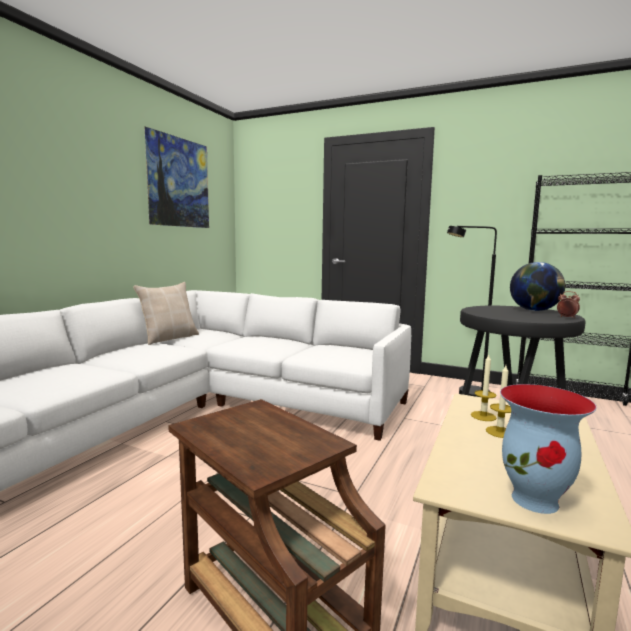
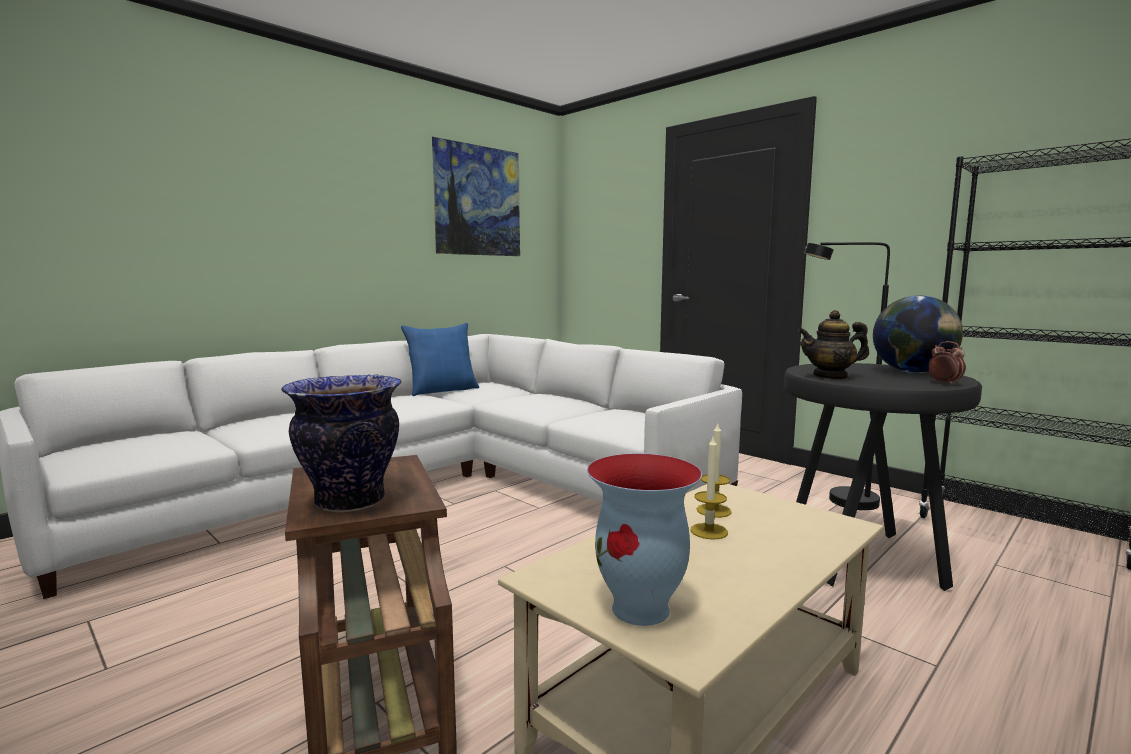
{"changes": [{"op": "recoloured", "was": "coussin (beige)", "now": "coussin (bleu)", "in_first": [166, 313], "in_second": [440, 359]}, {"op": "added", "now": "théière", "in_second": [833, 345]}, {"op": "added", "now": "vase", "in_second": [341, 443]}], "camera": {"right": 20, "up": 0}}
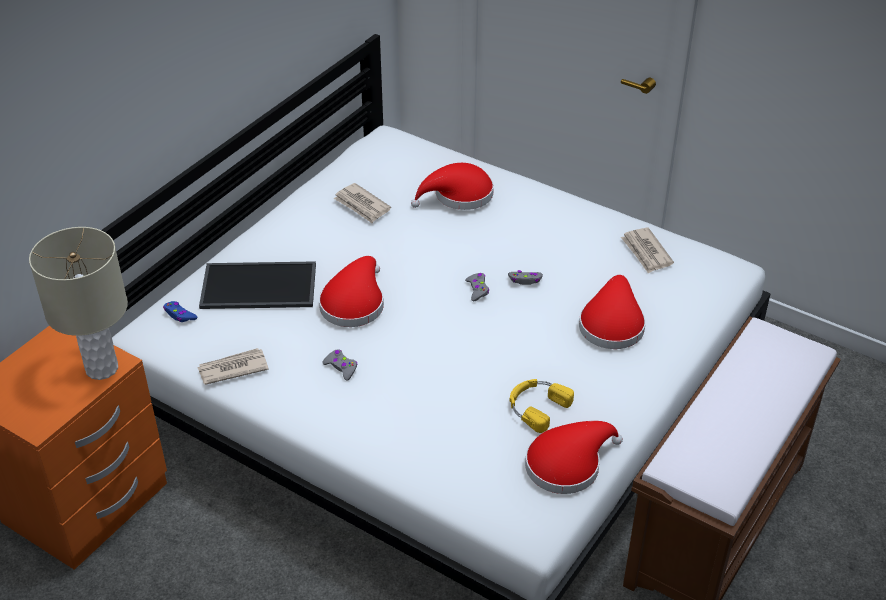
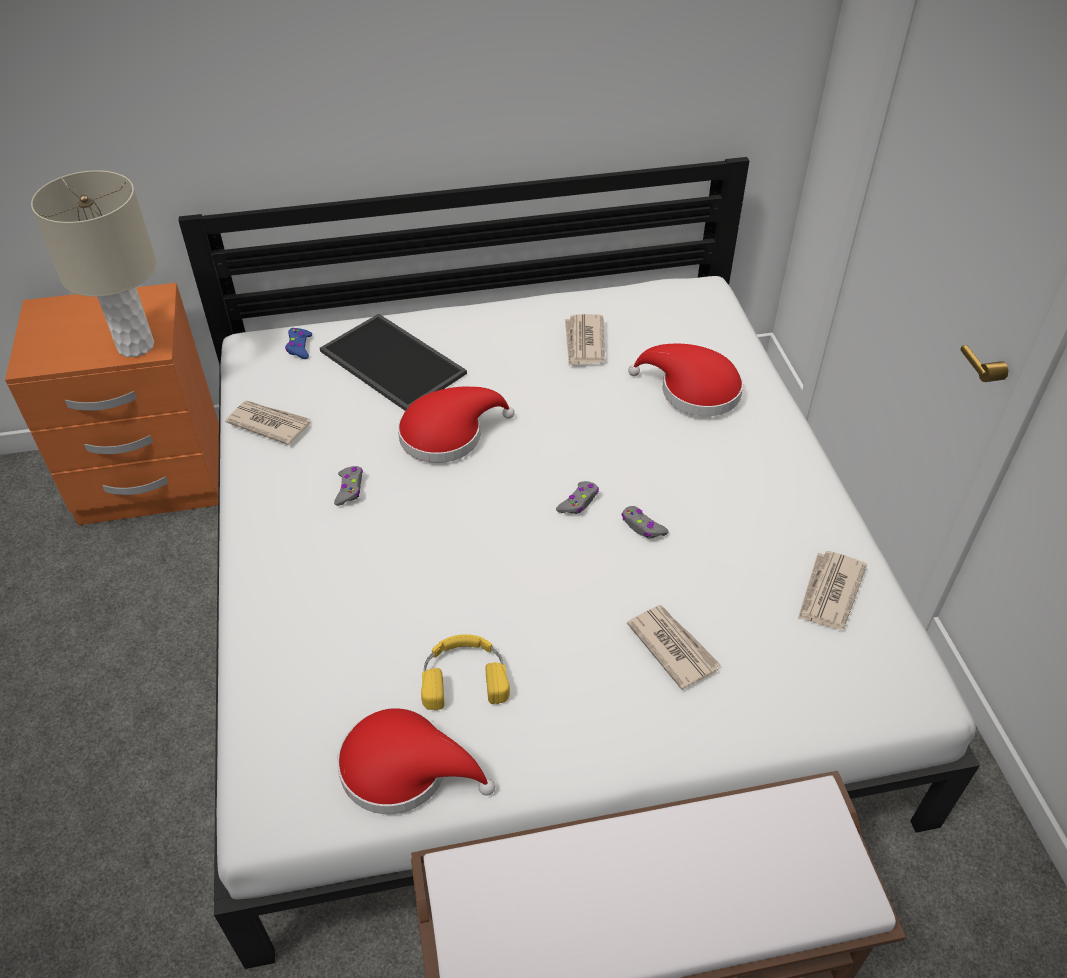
{"changes": [{"op": "replaced", "was": "chapeau (rouge)", "now": "journal", "in_first": [612, 312], "in_second": [674, 647]}], "camera": {"right": 45, "up": 5}}
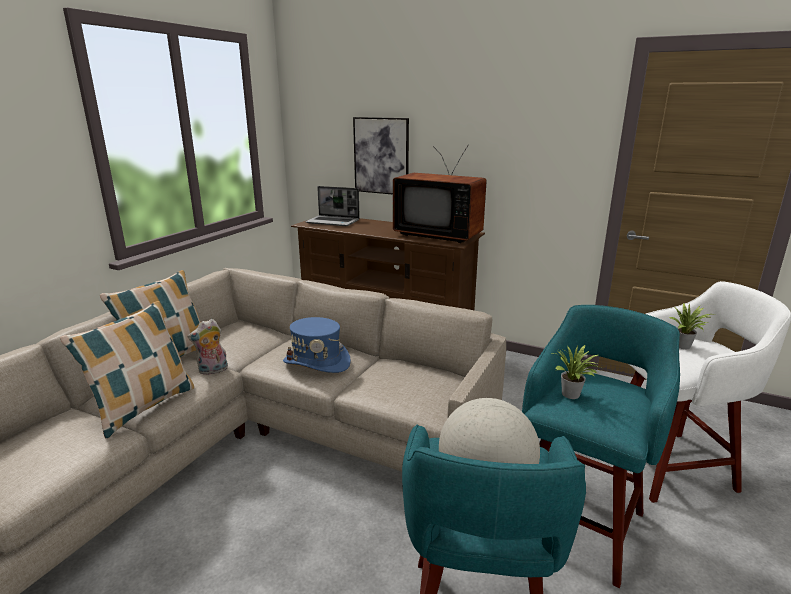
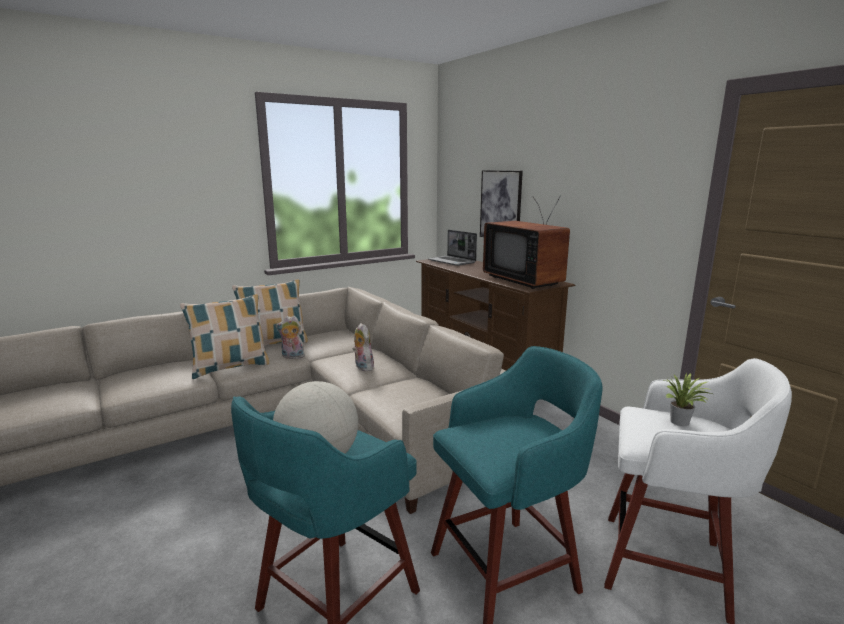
{"changes": [{"op": "replaced", "was": "chapeau (bleu)", "now": "peluche", "in_first": [317, 345], "in_second": [363, 347]}, {"op": "removed", "was": "plante en pot", "in_first": [577, 372]}], "camera": {"right": 30, "up": -5}}
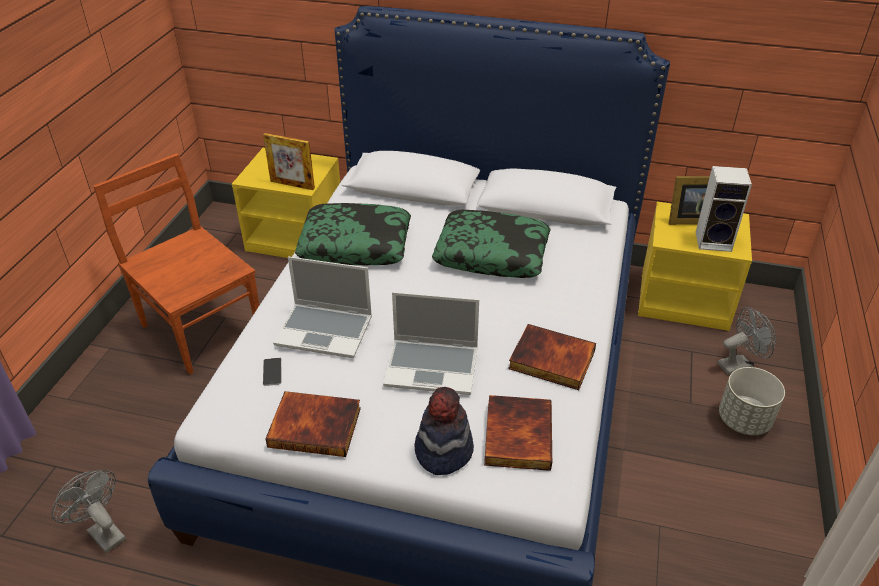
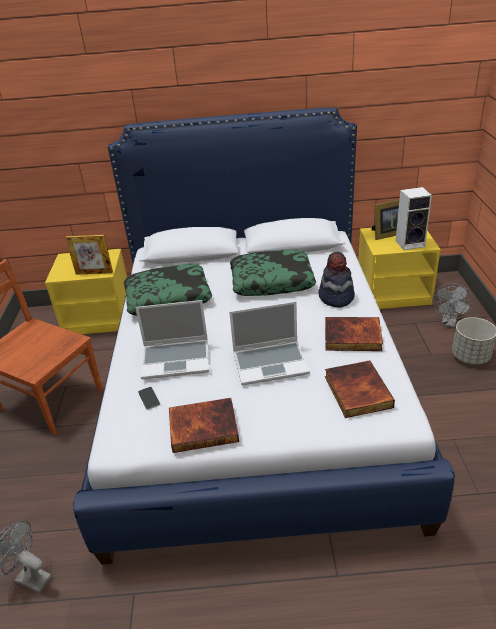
{"changes": [{"op": "turned", "was": "ventilateur (gris)", "in_first": [746, 341], "in_second": [452, 305], "clockwise": 150}, {"op": "moved", "was": "chapeau", "in_first": [444, 431], "in_second": [337, 280]}], "camera": {"right": -15, "up": -5}}
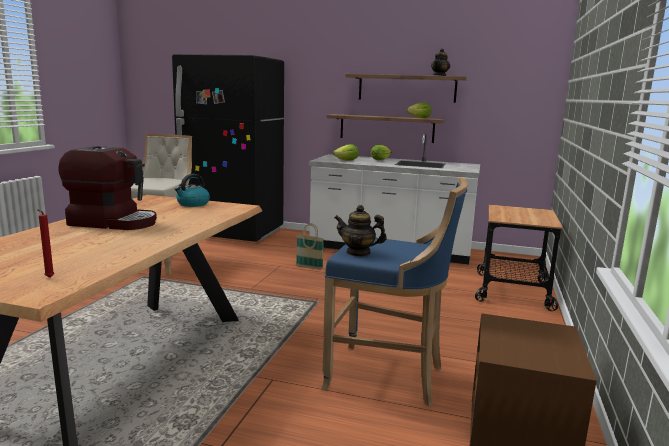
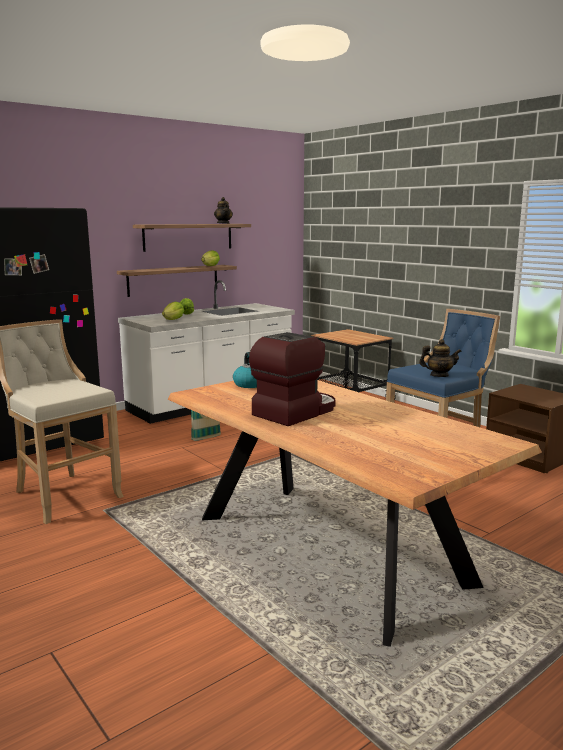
{"changes": [{"op": "turned", "was": "théière", "in_first": [360, 231], "in_second": [440, 358], "clockwise": -135}, {"op": "removed", "was": "bougie (rouge)", "in_first": [46, 244]}], "camera": {"right": -55, "up": 0}}
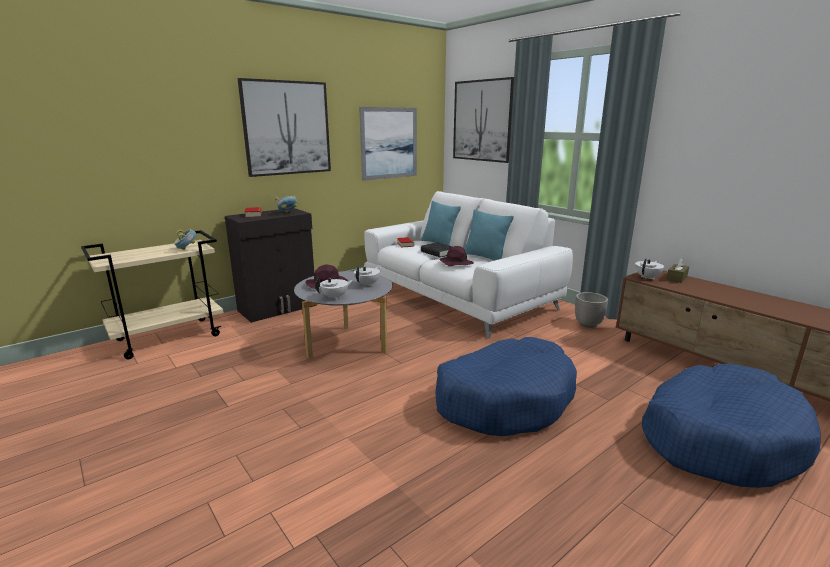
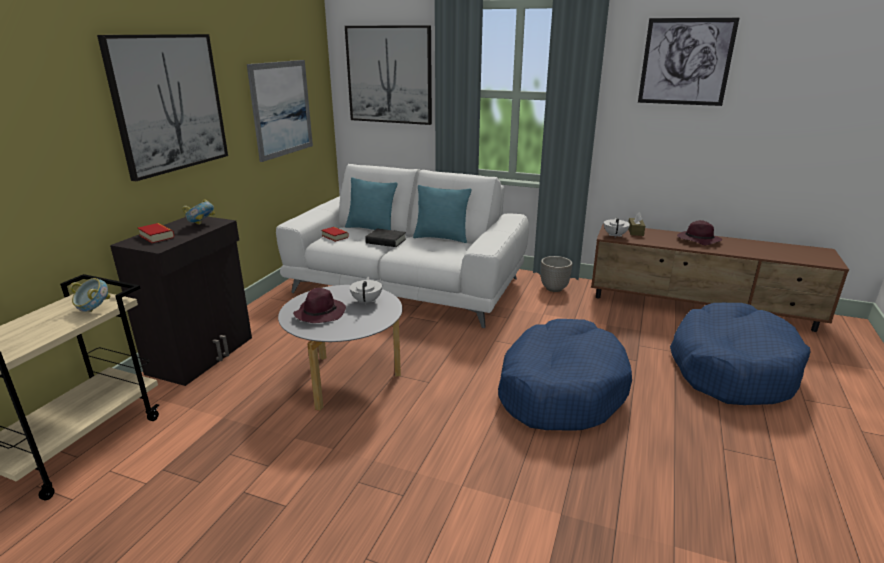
{"changes": [{"op": "moved", "was": "chapeau (violet)", "in_first": [456, 256], "in_second": [699, 232]}, {"op": "removed", "was": "théière (blanc)", "in_first": [334, 288]}, {"op": "added", "now": "tableau", "in_second": [688, 62]}], "camera": {"right": -30, "up": 5}}
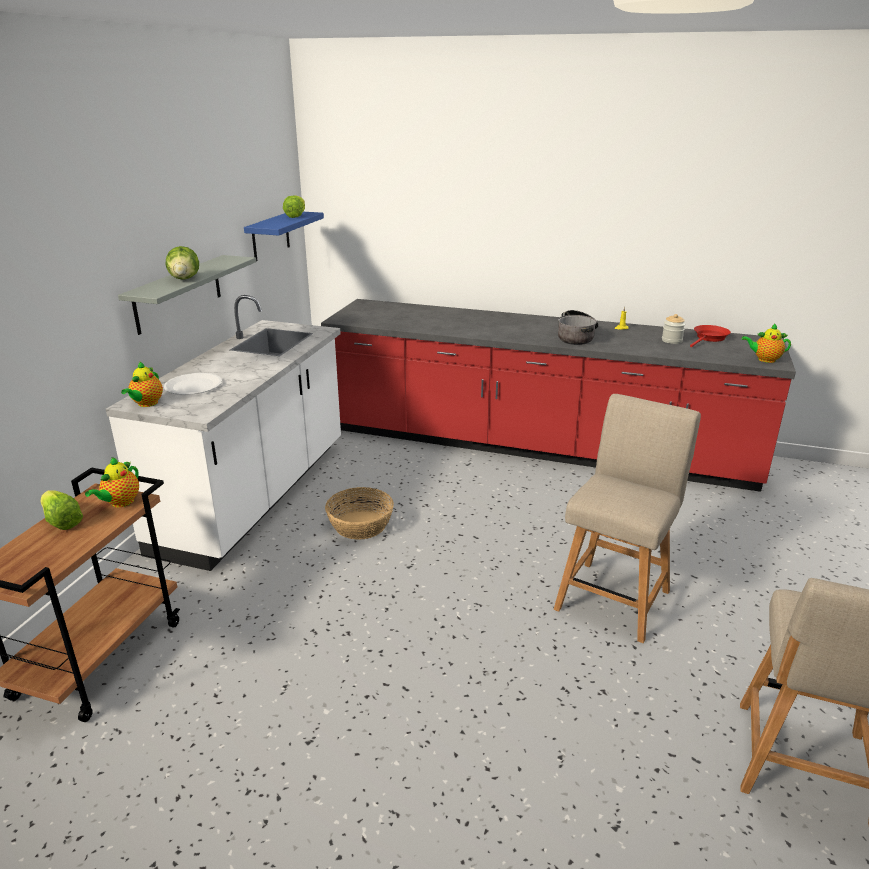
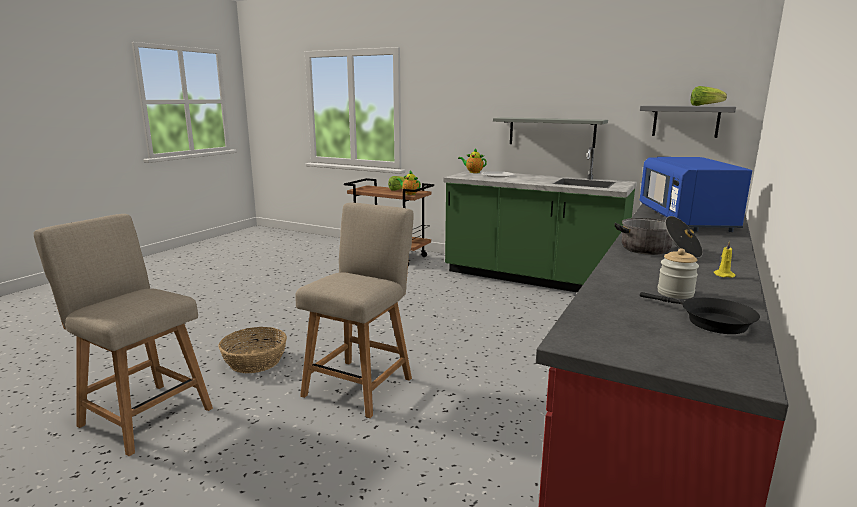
{"changes": [{"op": "recoloured", "was": "étagère (bleu)", "now": "étagère (gris)", "in_first": [284, 236], "in_second": [688, 121]}, {"op": "removed", "was": "laitue", "in_first": [182, 263]}, {"op": "recoloured", "was": "comptoir de cuisine (blanc)", "now": "comptoir de cuisine (vert)", "in_first": [223, 433], "in_second": [540, 220]}, {"op": "removed", "was": "théière", "in_first": [766, 343]}, {"op": "recoloured", "was": "poêle (rouge)", "now": "poêle (noir)", "in_first": [710, 336], "in_second": [700, 313]}, {"op": "turned", "was": "chaise (beige)", "in_first": [627, 518], "in_second": [354, 310], "clockwise": -105}, {"op": "moved", "was": "panier", "in_first": [359, 513], "in_second": [253, 350]}, {"op": "added", "now": "micro-ondes (bleu)", "in_second": [696, 194]}], "camera": {"right": 100, "up": -10}}
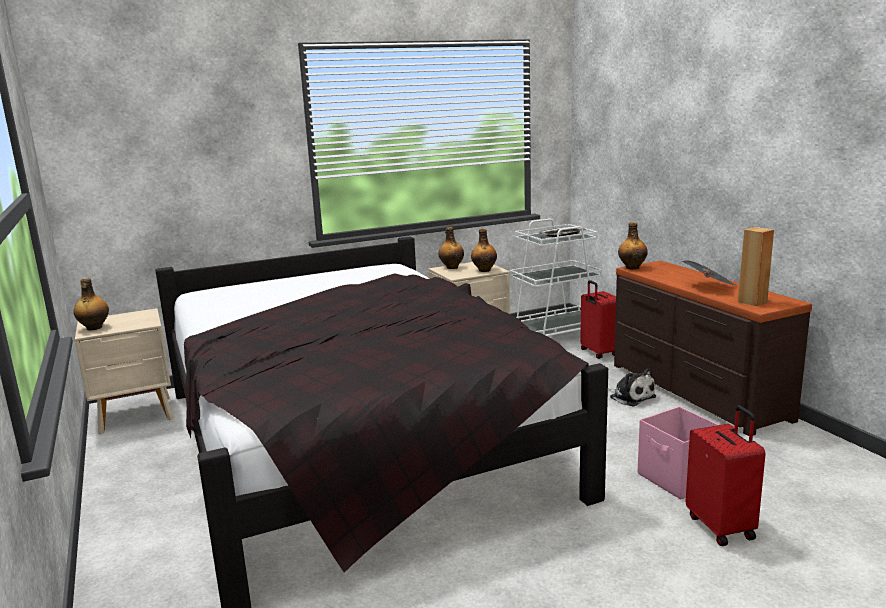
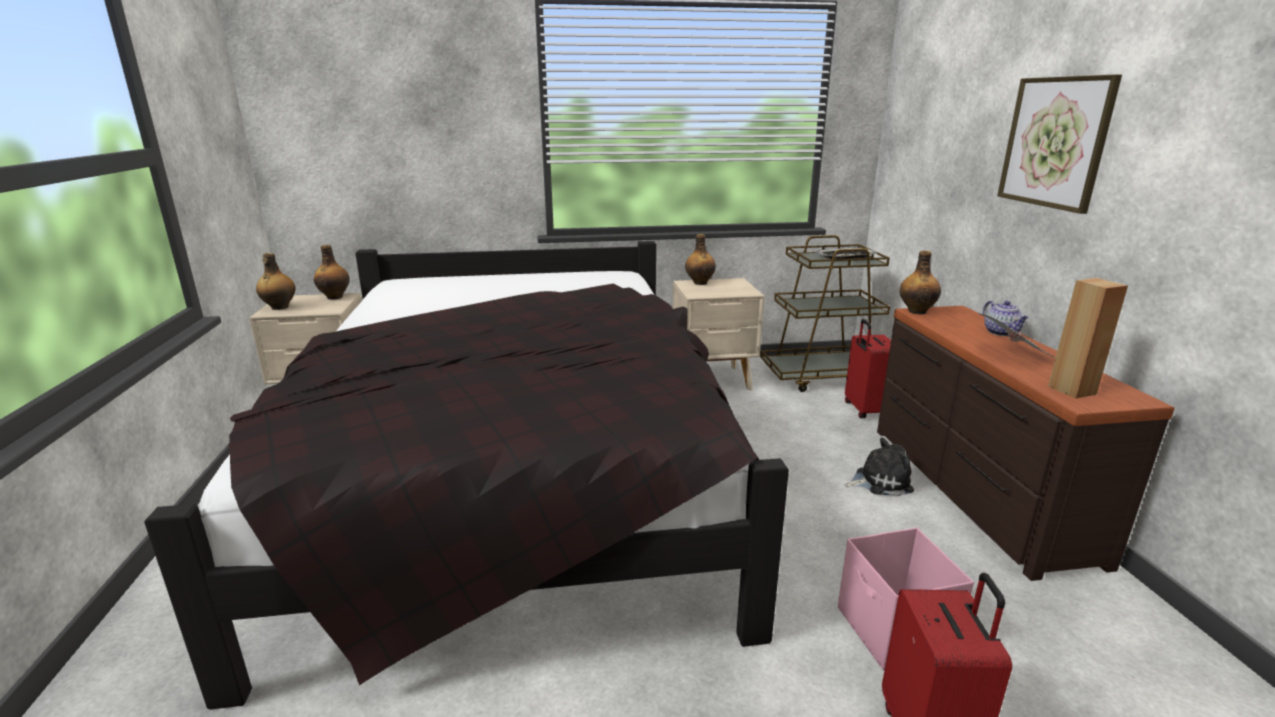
{"changes": [{"op": "recoloured", "was": "chariot (blanc)", "now": "chariot (marron)", "in_first": [556, 277], "in_second": [825, 313]}, {"op": "moved", "was": "bouteille", "in_first": [484, 250], "in_second": [332, 272]}, {"op": "turned", "was": "peluche", "in_first": [632, 387], "in_second": [879, 466], "clockwise": -75}, {"op": "added", "now": "tableau", "in_second": [1059, 144]}, {"op": "added", "now": "théière", "in_second": [1005, 318]}], "camera": {"right": 15, "up": 5}}
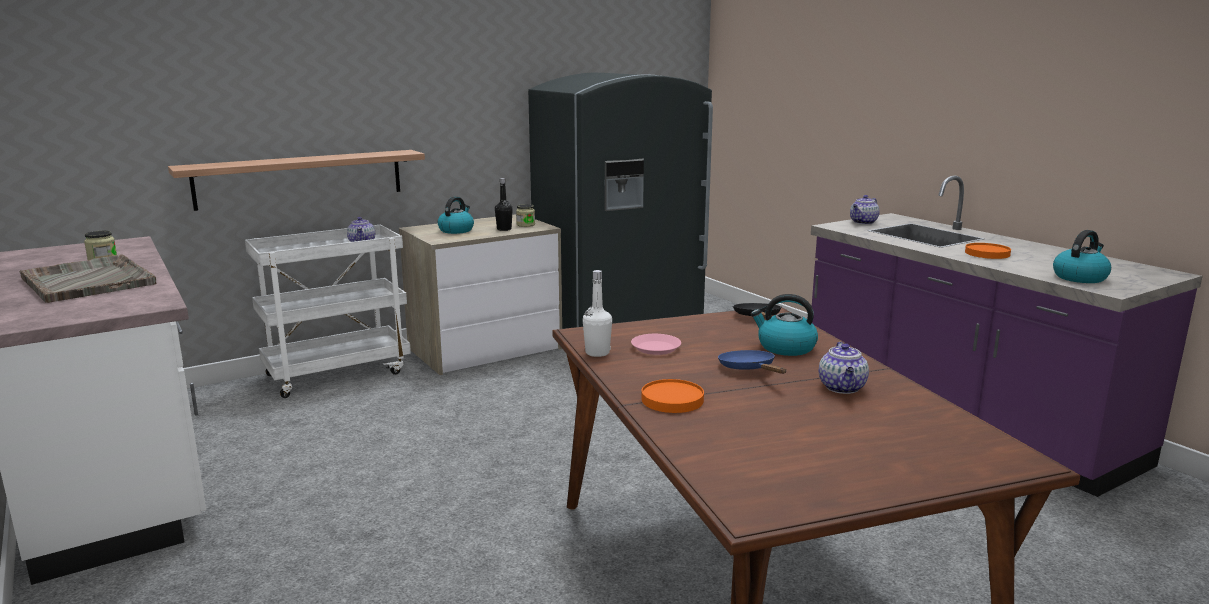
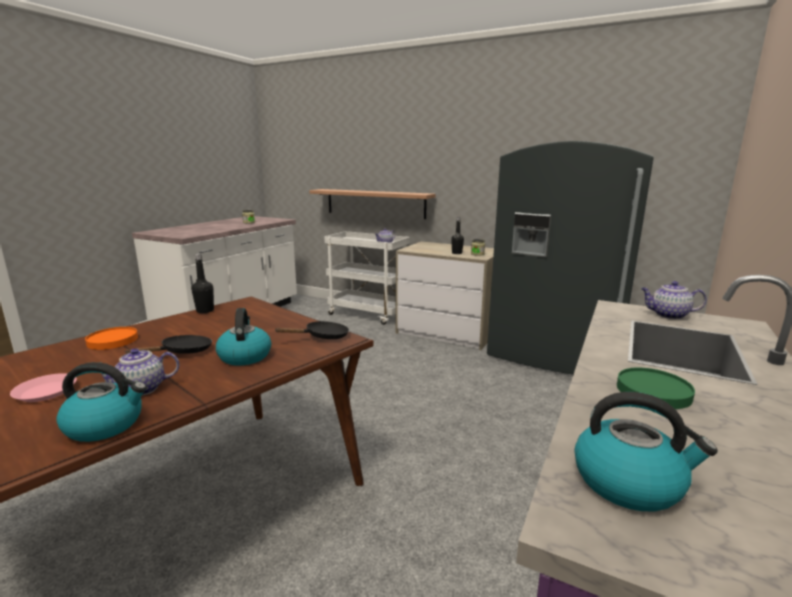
{"changes": [{"op": "moved", "was": "bouilloire", "in_first": [456, 215], "in_second": [101, 402]}, {"op": "recoloured", "was": "assiette (orange)", "now": "assiette (vert)", "in_first": [988, 251], "in_second": [656, 388]}, {"op": "removed", "was": "plateau (gris)", "in_first": [88, 278]}, {"op": "recoloured", "was": "bouteille (blanc)", "now": "bouteille (noir)", "in_first": [597, 313], "in_second": [202, 283]}, {"op": "moved", "was": "assiette (rose)", "in_first": [656, 344], "in_second": [43, 387]}, {"op": "recoloured", "was": "poêle (bleu)", "now": "poêle (noir)", "in_first": [752, 362], "in_second": [168, 344]}], "camera": {"right": 60, "up": 0}}
